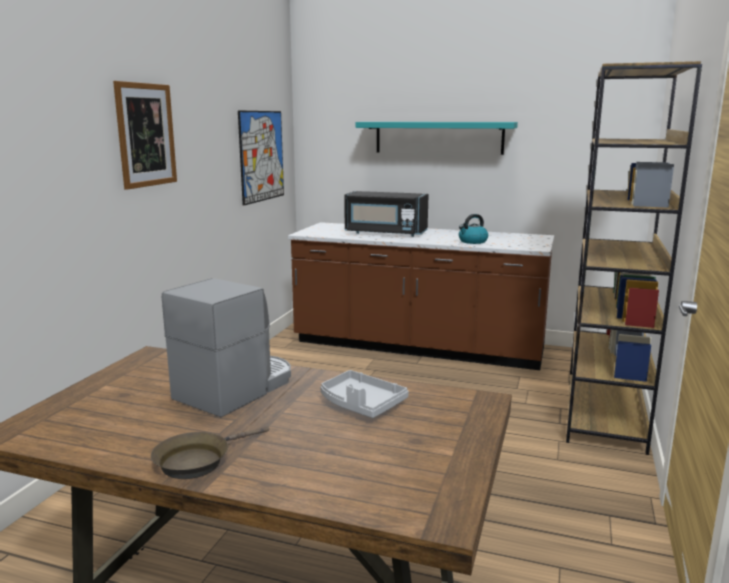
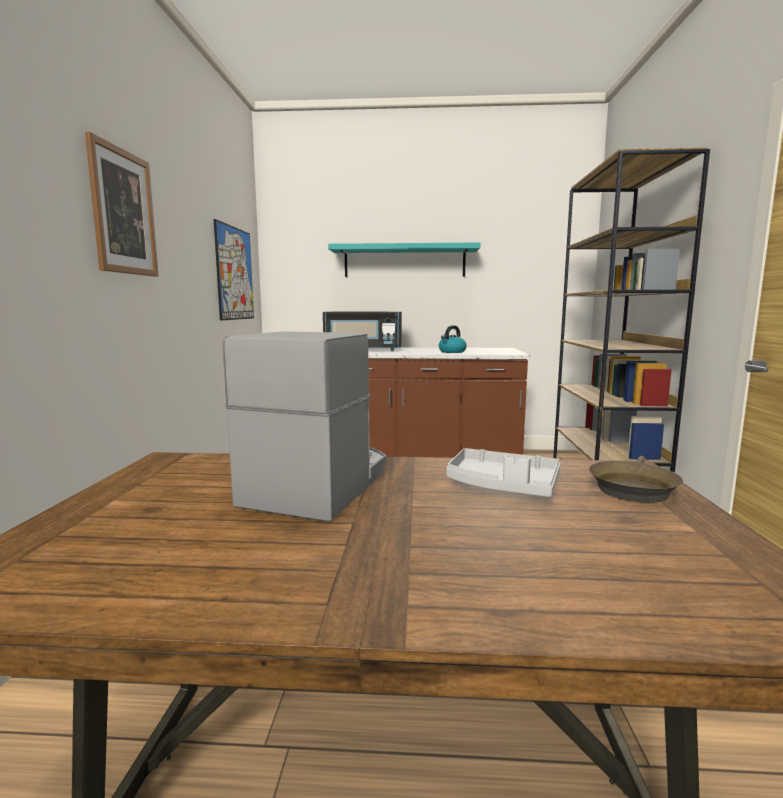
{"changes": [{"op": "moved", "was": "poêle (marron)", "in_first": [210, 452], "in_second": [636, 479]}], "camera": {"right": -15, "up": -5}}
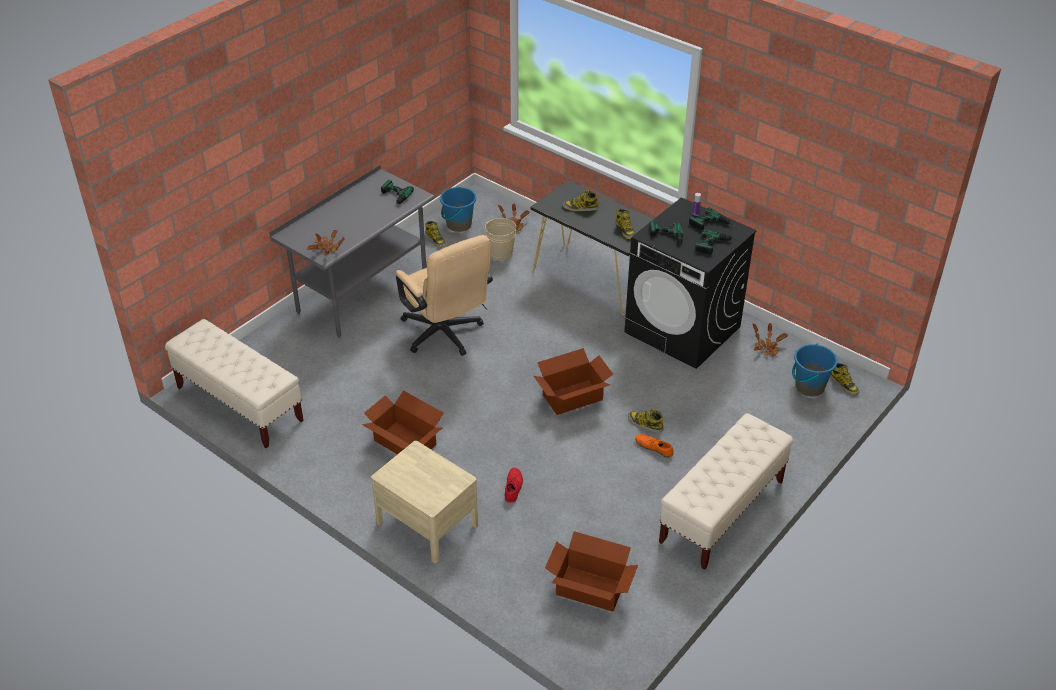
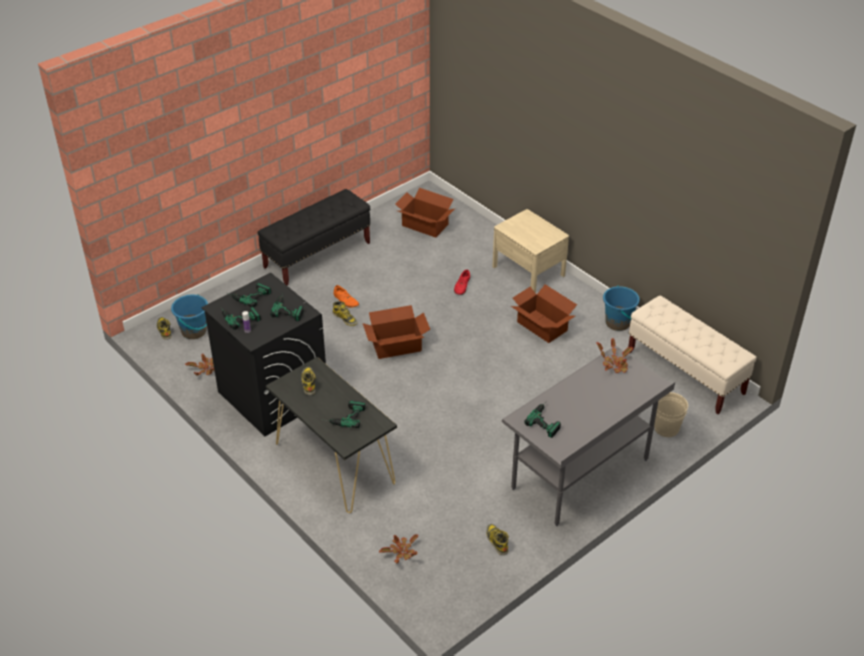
{"changes": [{"op": "moved", "was": "seau (bleu)", "in_first": [458, 209], "in_second": [621, 308]}, {"op": "replaced", "was": "botte", "now": "perceuse", "in_first": [580, 200], "in_second": [343, 414]}, {"op": "moved", "was": "seau (beige)", "in_first": [500, 239], "in_second": [671, 414]}, {"op": "removed", "was": "chaise de bureau (beige)", "in_first": [444, 295]}, {"op": "recoloured", "was": "banc (beige)", "now": "banc (noir)", "in_first": [726, 491], "in_second": [314, 237]}], "camera": {"right": -170, "up": 0}}
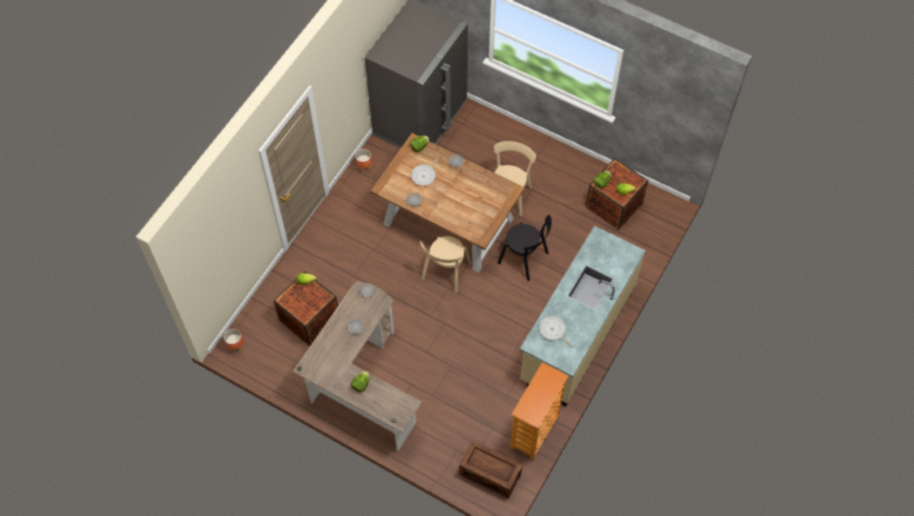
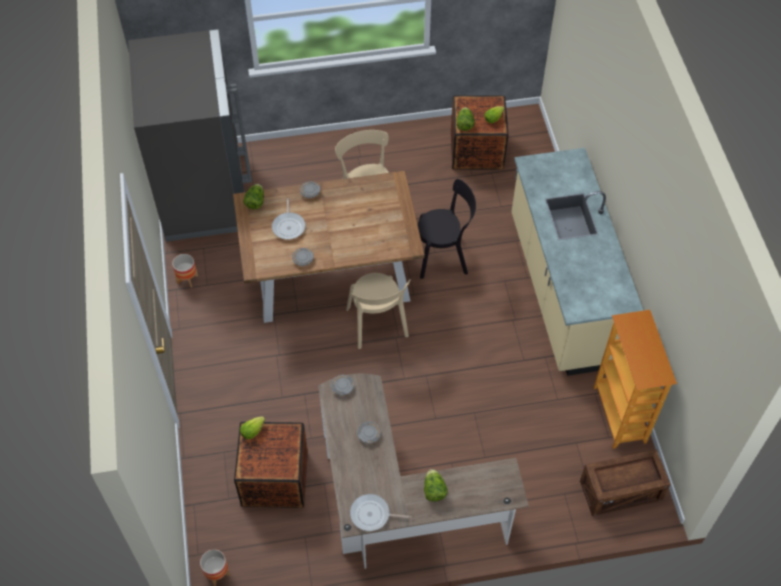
{"changes": [{"op": "moved", "was": "poêle", "in_first": [556, 331], "in_second": [381, 512]}], "camera": {"right": -40, "up": -5}}
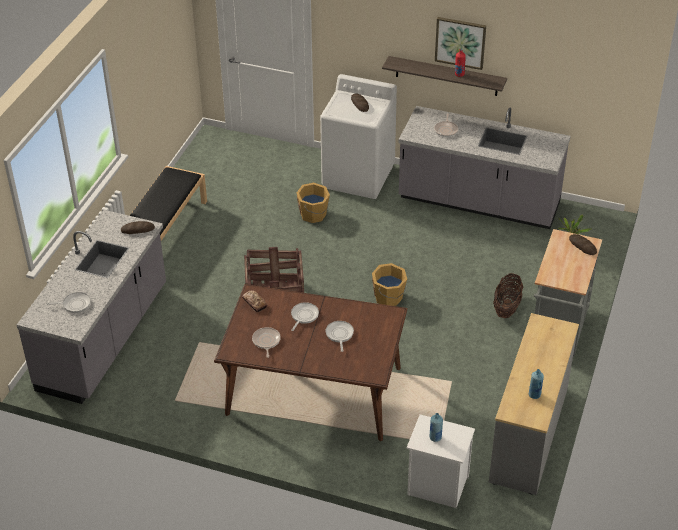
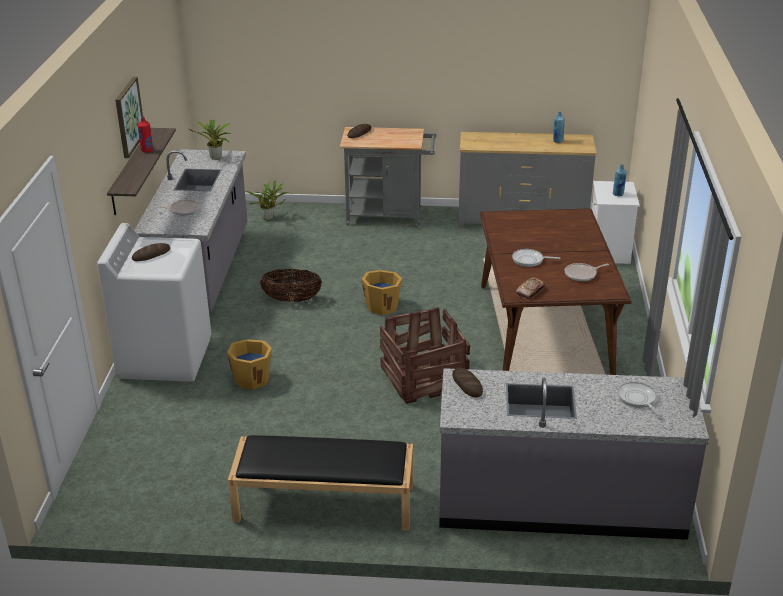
{"changes": [{"op": "moved", "was": "panier", "in_first": [508, 295], "in_second": [291, 285]}, {"op": "removed", "was": "poêle", "in_first": [340, 336]}, {"op": "added", "now": "plante en pot", "in_second": [210, 140]}], "camera": {"right": -105, "up": -10}}
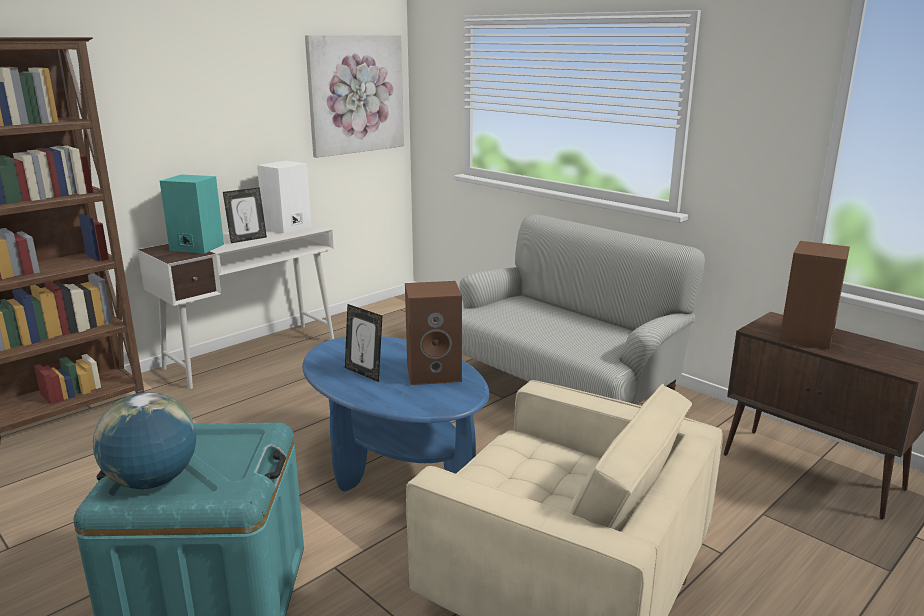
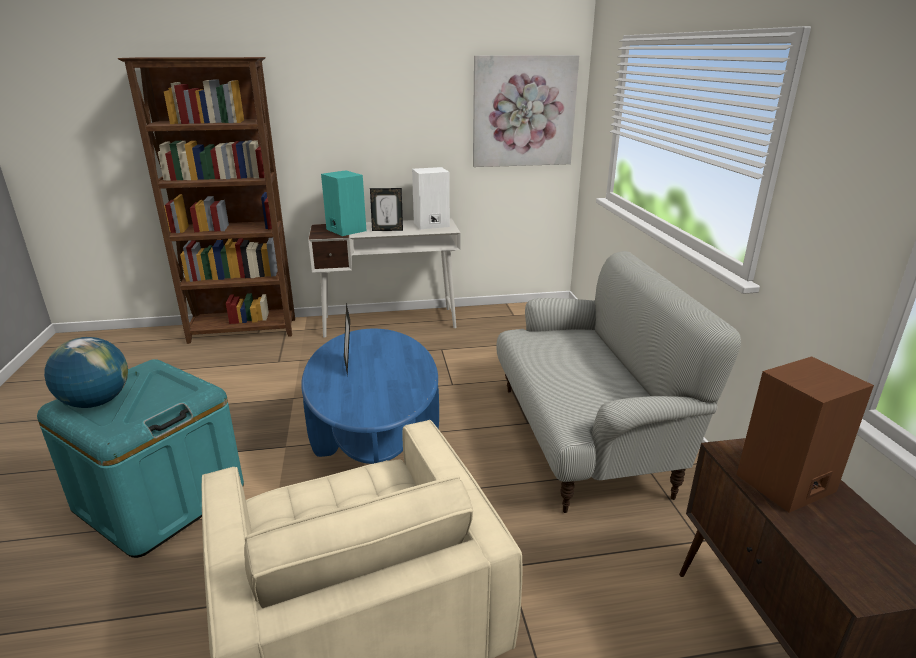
{"changes": [{"op": "removed", "was": "enceinte (marron)", "in_first": [433, 333]}], "camera": {"right": 35, "up": 5}}
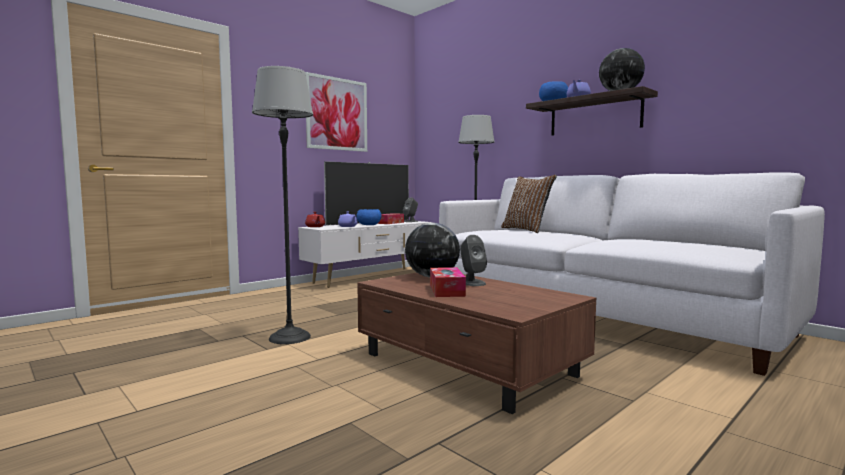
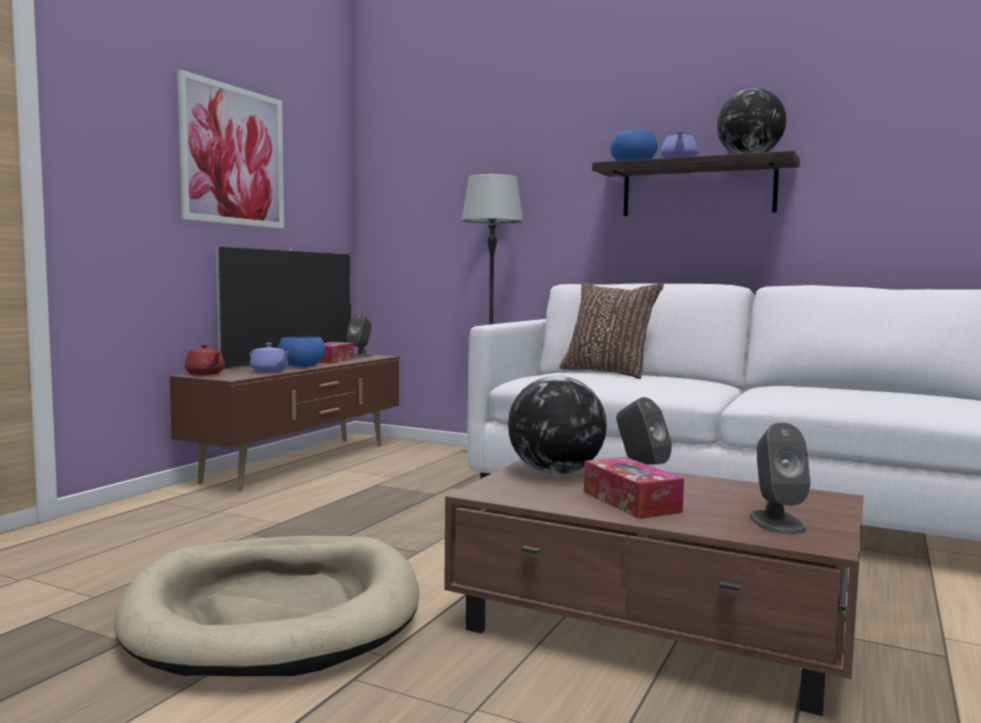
{"changes": [{"op": "replaced", "was": "lampadaire", "now": "panier pour chien (beige)", "in_first": [282, 205], "in_second": [266, 606]}, {"op": "recoloured", "was": "meuble télé (blanc)", "now": "meuble télé (marron)", "in_first": [365, 254], "in_second": [285, 422]}, {"op": "added", "now": "enceinte (gris)", "in_second": [780, 478]}], "camera": {"right": -20, "up": 0}}
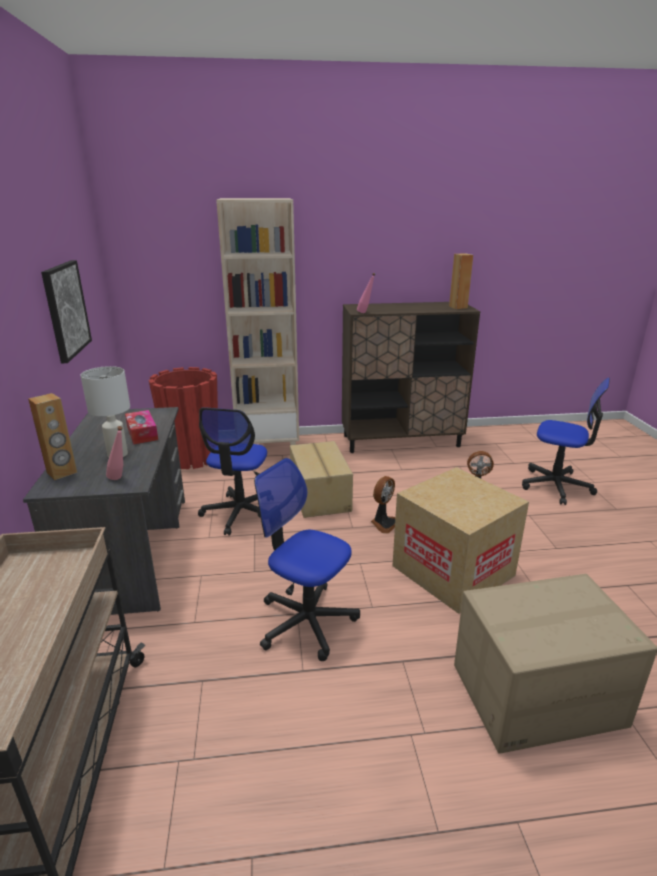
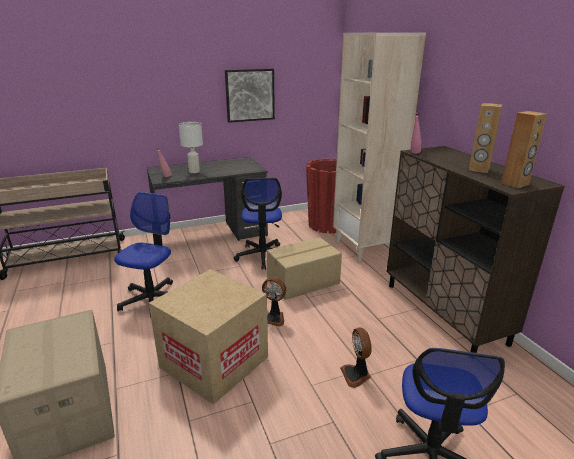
{"changes": [{"op": "moved", "was": "enceinte (marron)", "in_first": [52, 436], "in_second": [485, 138]}, {"op": "turned", "was": "chaise de bureau", "in_first": [232, 471], "in_second": [258, 224], "clockwise": -90}, {"op": "removed", "was": "boîte à mouchoirs", "in_first": [141, 427]}], "camera": {"right": 75, "up": 0}}
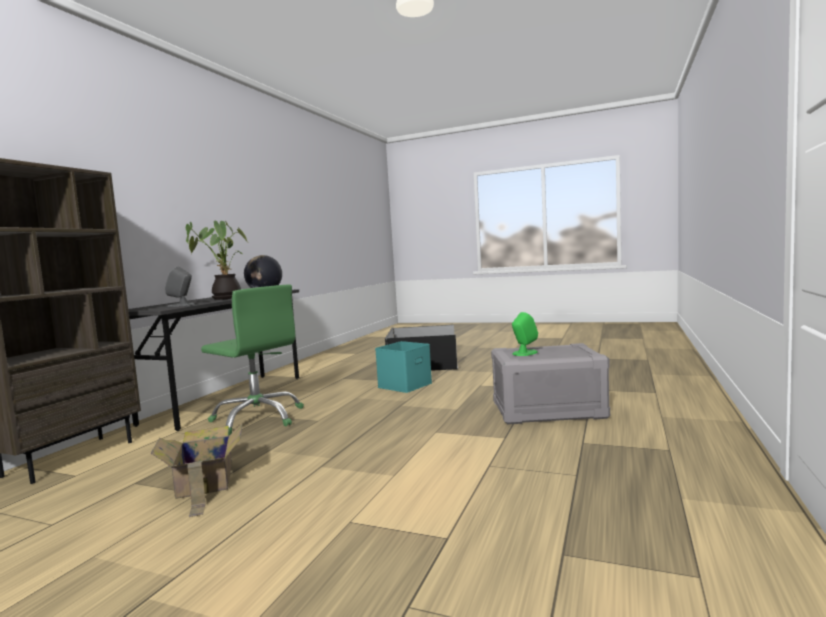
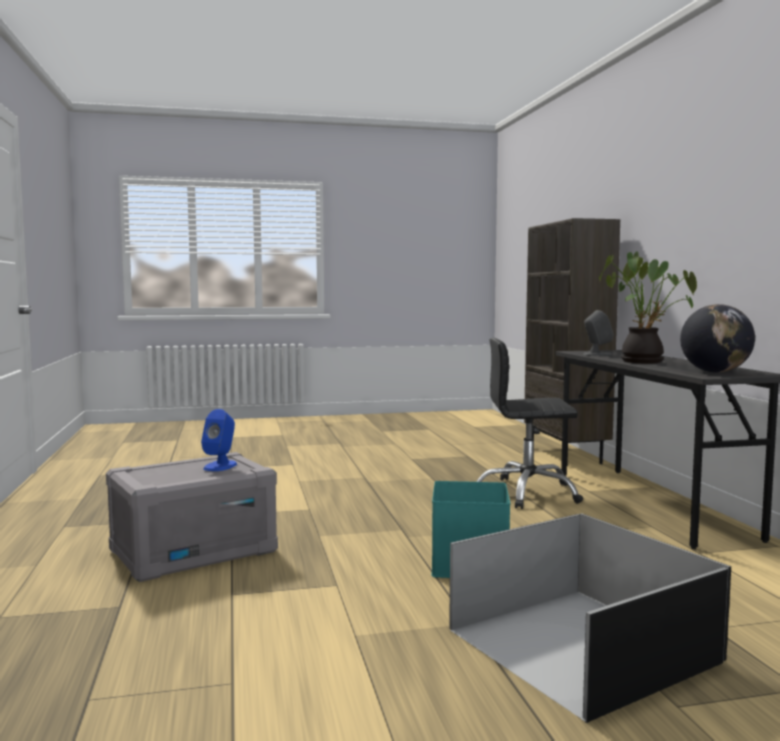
{"changes": [{"op": "recoloured", "was": "chaise de bureau (vert)", "now": "chaise de bureau (noir)", "in_first": [252, 360], "in_second": [530, 423]}, {"op": "recoloured", "was": "enceinte (vert)", "now": "enceinte (bleu)", "in_first": [525, 334], "in_second": [219, 440]}, {"op": "removed", "was": "carton", "in_first": [196, 470]}], "camera": {"right": 145, "up": 0}}
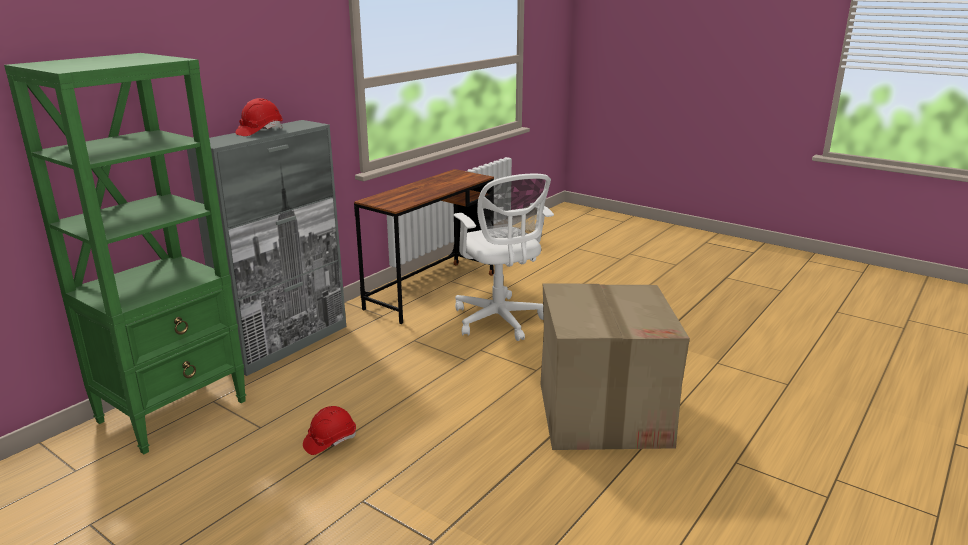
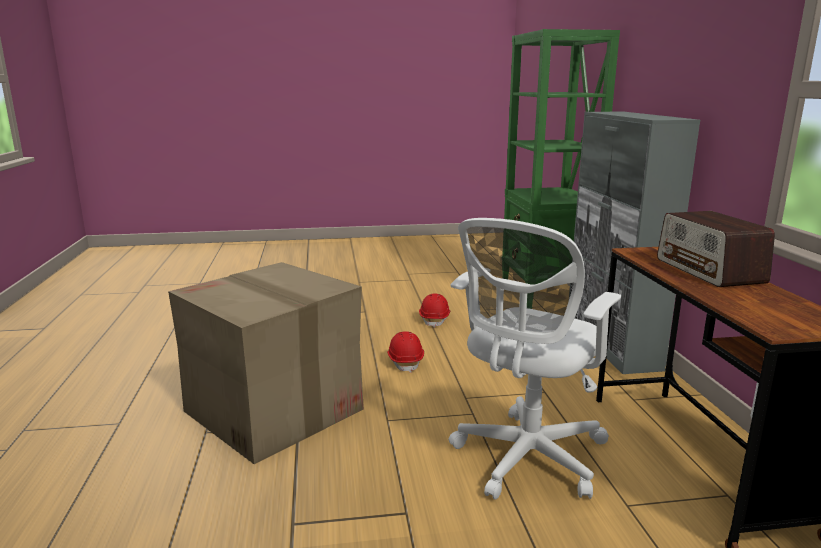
{"changes": [{"op": "moved", "was": "casque de chantier (rouge)", "in_first": [259, 117], "in_second": [405, 352]}, {"op": "turned", "was": "chaise de bureau (blanc)", "in_first": [504, 257], "in_second": [535, 359], "clockwise": -75}, {"op": "added", "now": "radio", "in_second": [716, 249]}], "camera": {"right": 135, "up": -5}}
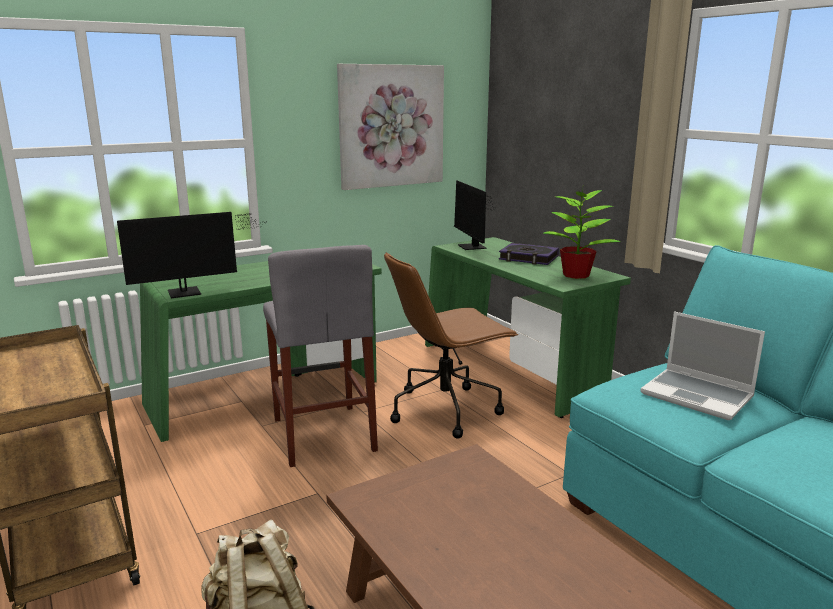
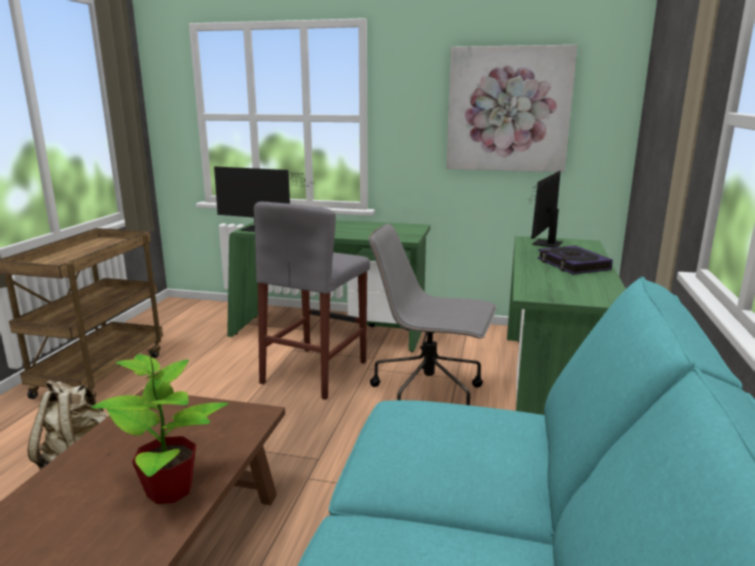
{"changes": [{"op": "moved", "was": "plante en pot", "in_first": [582, 231], "in_second": [160, 426]}, {"op": "recoloured", "was": "chaise de bureau (marron)", "now": "chaise de bureau (gris)", "in_first": [451, 345], "in_second": [433, 314]}, {"op": "removed", "was": "ordinateur portable", "in_first": [702, 365]}], "camera": {"right": 45, "up": 0}}
